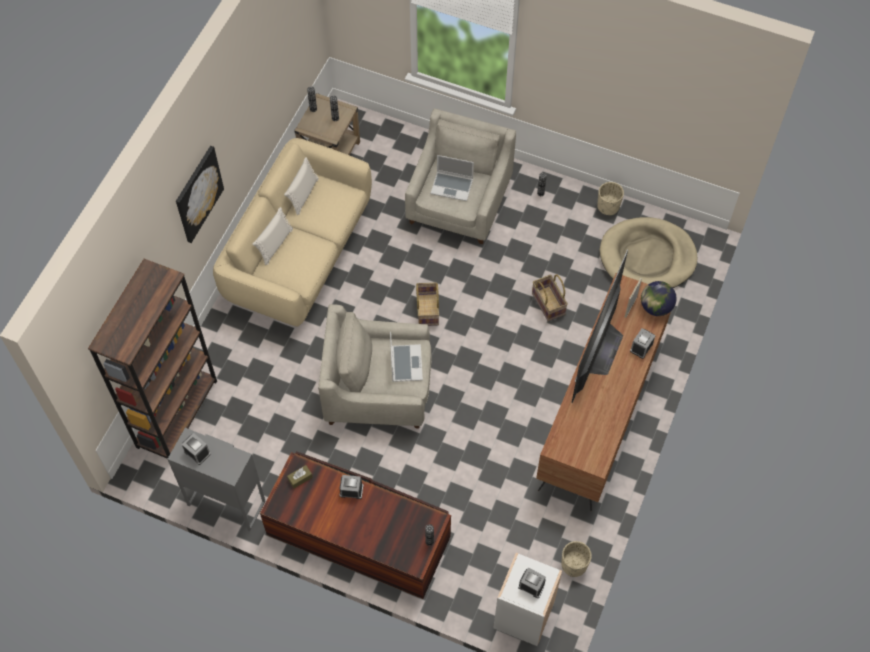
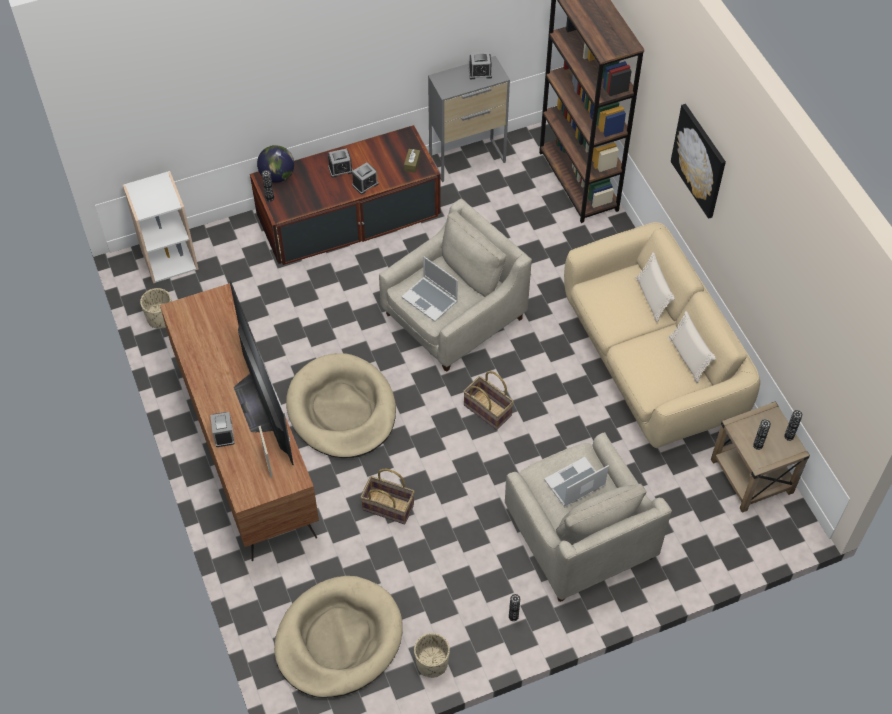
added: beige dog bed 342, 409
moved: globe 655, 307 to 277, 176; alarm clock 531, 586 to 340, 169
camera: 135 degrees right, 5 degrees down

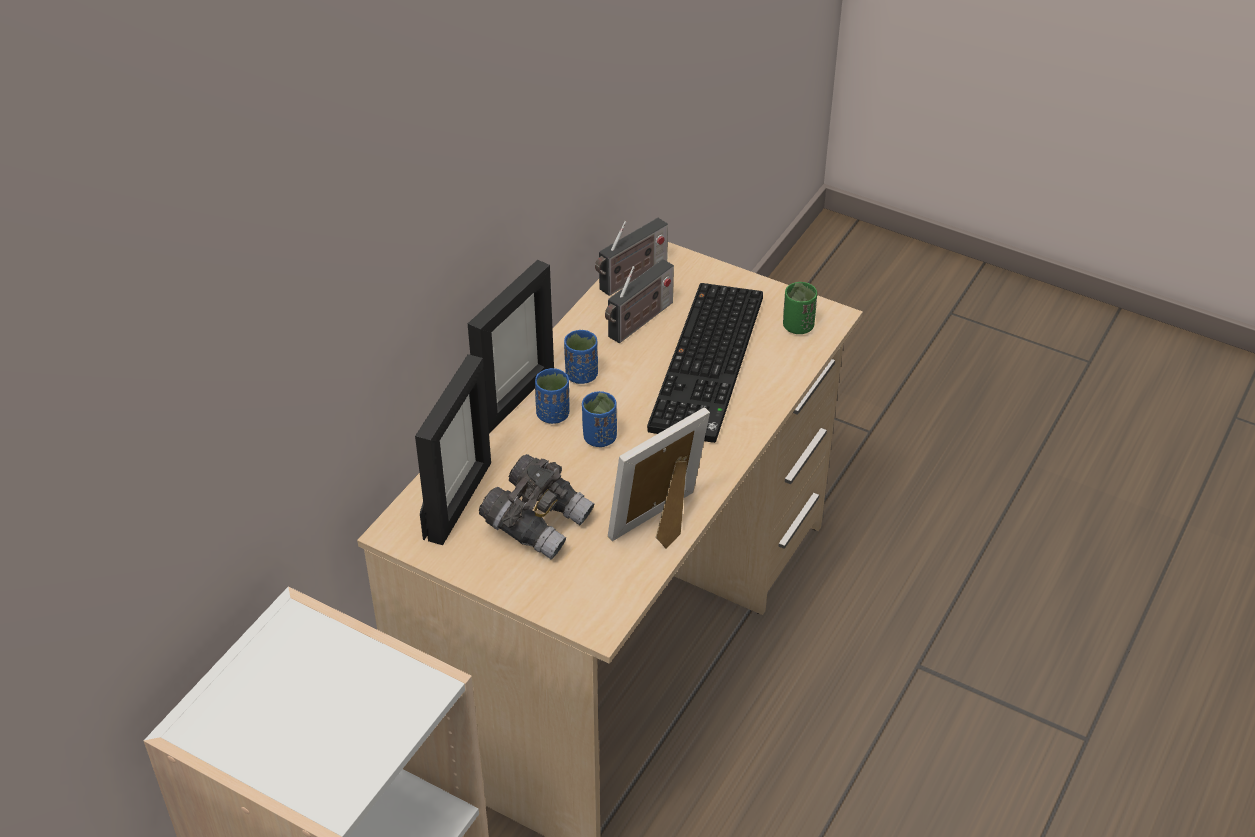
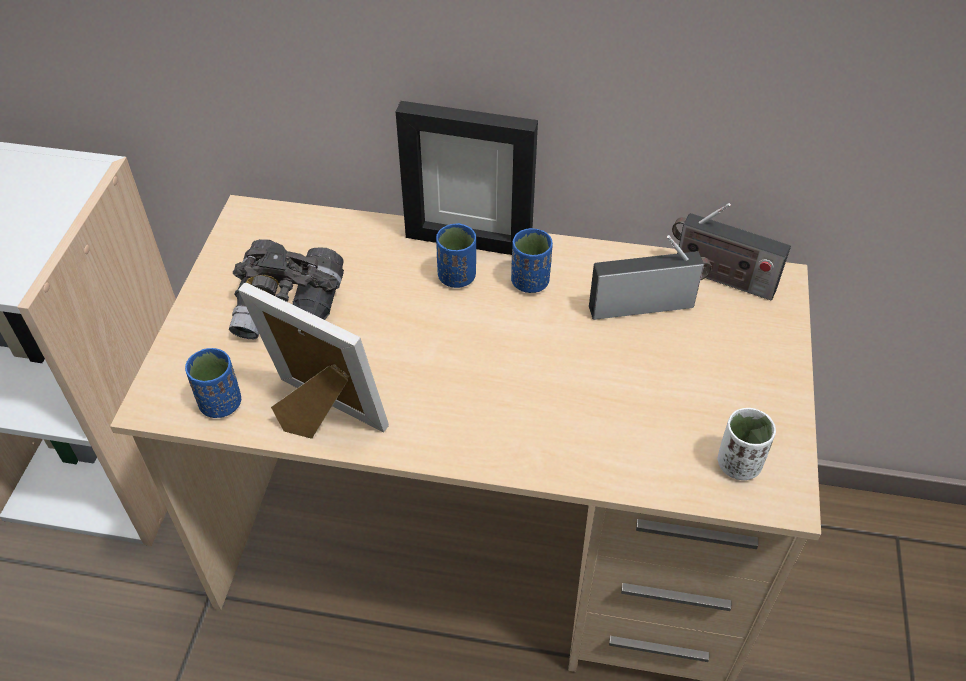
removed: keyboard 710, 365; picture frame 457, 500
moved: blue cup 599, 438 to 221, 403
recoloured: green cup 798, 326 to white cup 738, 464
turned: radio 639, 322 = 646, 305 150 degrees clockwise
camera: 70 degrees right, 5 degrees up

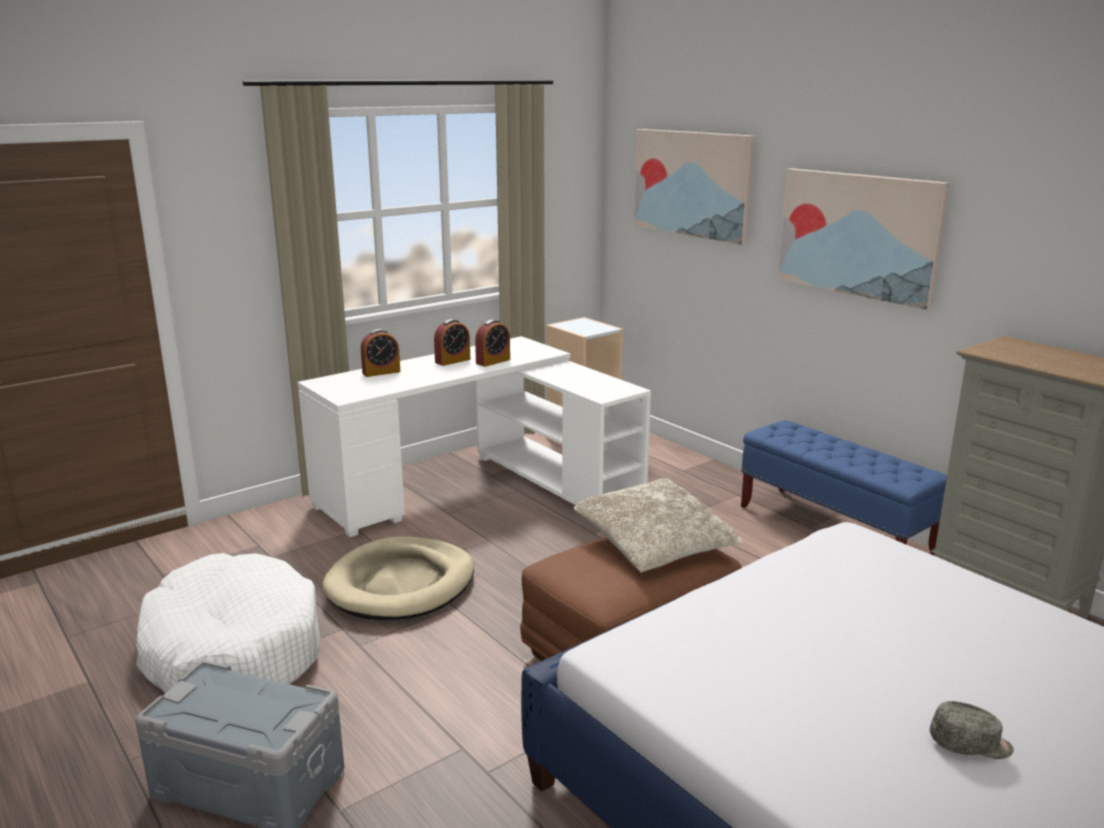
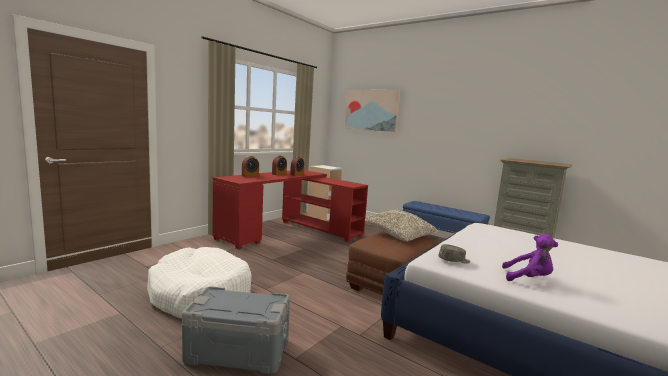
removed: picture 858, 235; beige dog bed 401, 584
added: purple plush toy 528, 279
moved: grey cap 970, 744 to 454, 260
recoloured: white desk 482, 489 to red desk 290, 231
camera: 15 degrees left, 10 degrees down

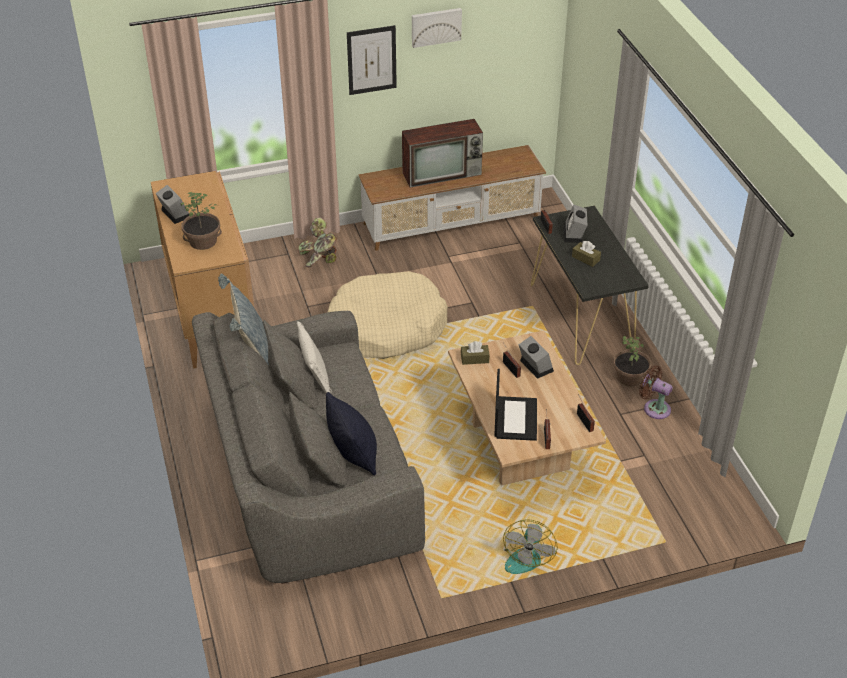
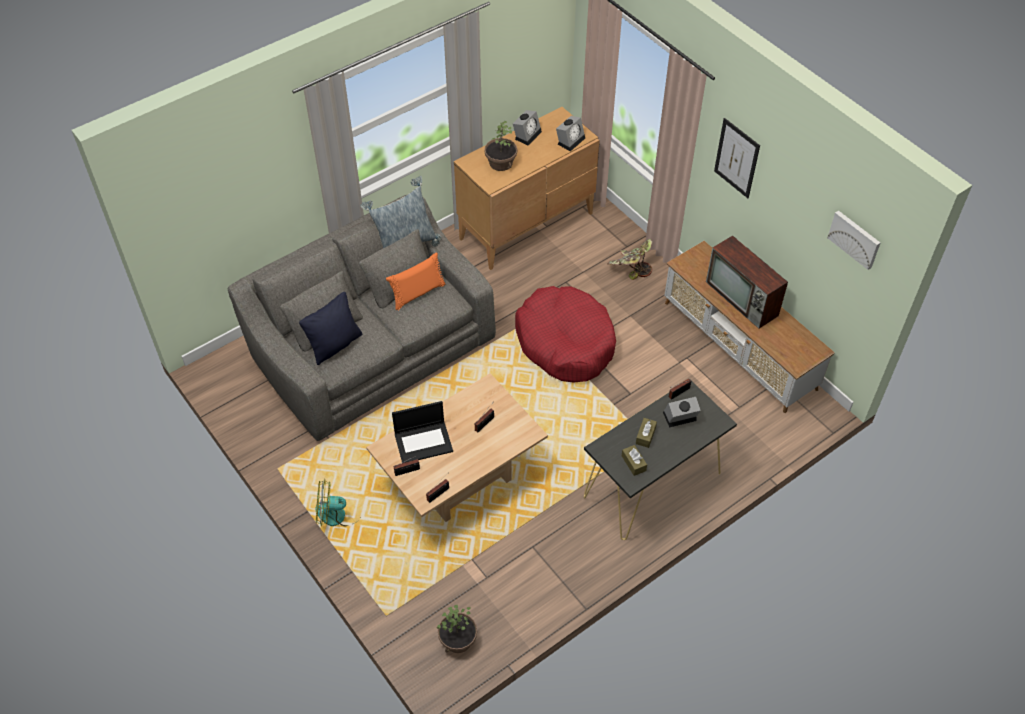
removed: brown fan 654, 408
moved: picture 436, 26 to 855, 239; alarm clock 534, 366 to 570, 140; potted plant 630, 377 to 458, 640; brown tissue box 474, 359 to 633, 463
recoloured: beige dog bed 386, 327 to red dog bed 565, 342; white pillow 314, 373 to orange pillow 417, 293
camera: 70 degrees right, 10 degrees up

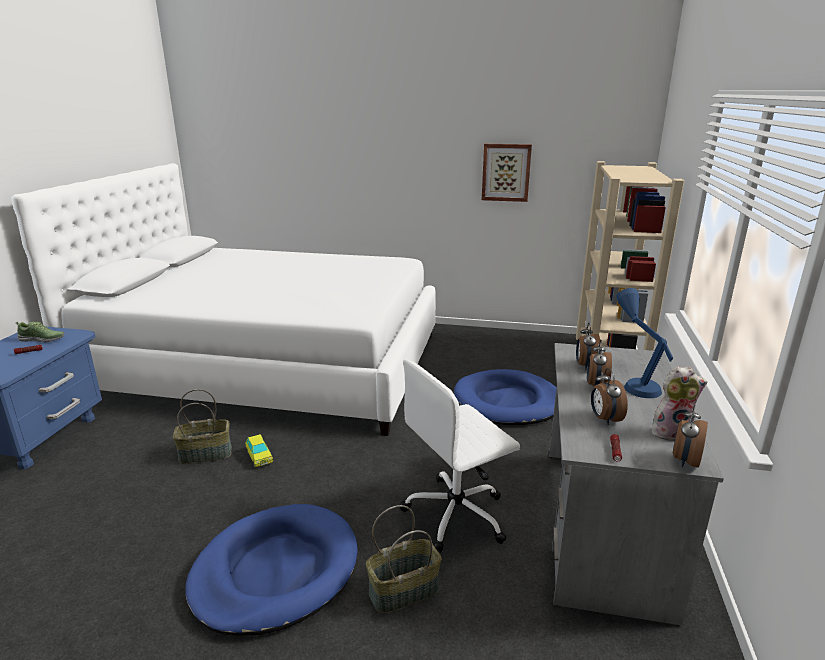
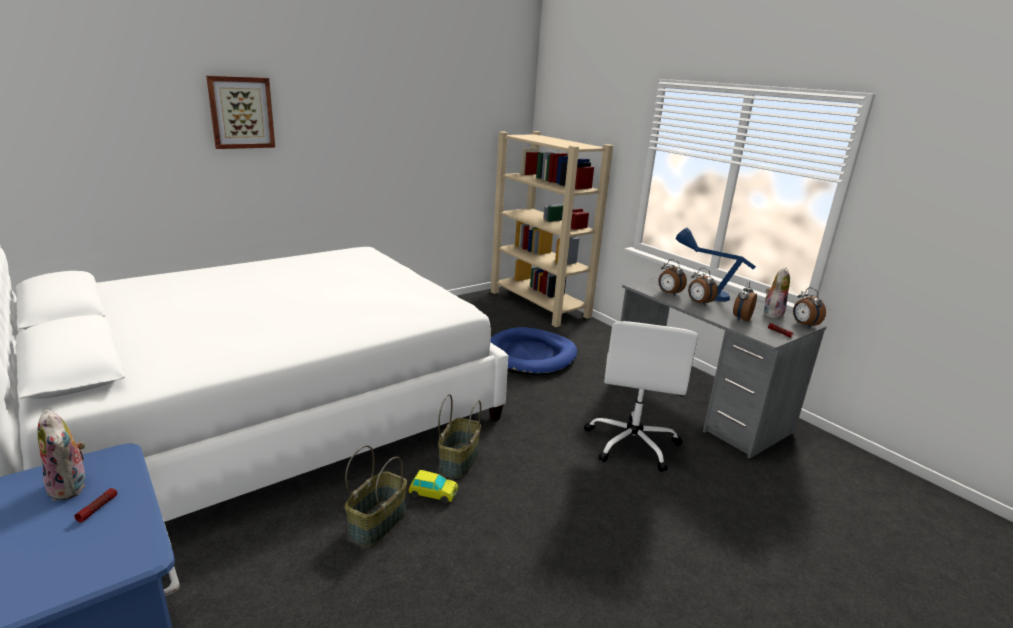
removed: blue dog bed 275, 571
moved: picture 506, 172 to 241, 112; basket 404, 590 to 458, 460
replaced: shoe 42, 339 to plush toy 71, 487
turned: alarm clock 604, 419 = 741, 319 90 degrees clockwise
camera: 50 degrees left, 0 degrees up

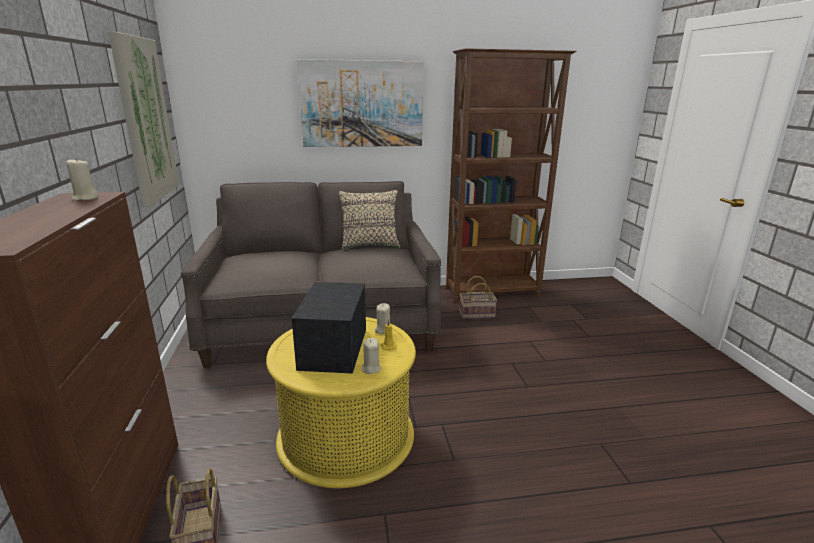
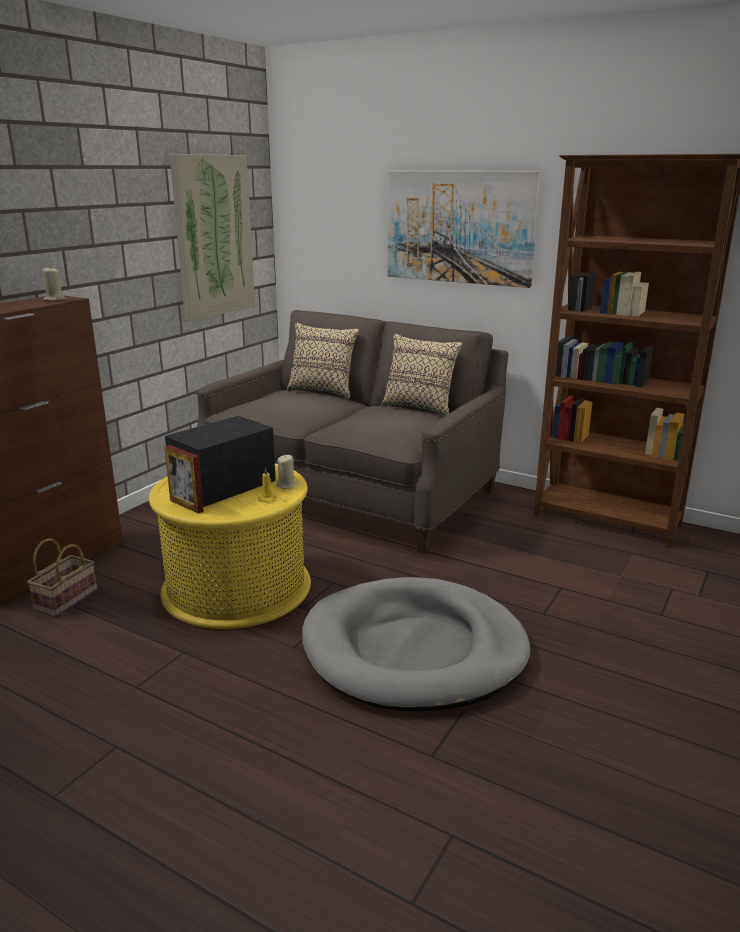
removed: basket 477, 314; beige candle 371, 368
added: beige pillow 322, 392; picture frame 186, 506; grey dog bed 414, 650
camera: 40 degrees right, 0 degrees up

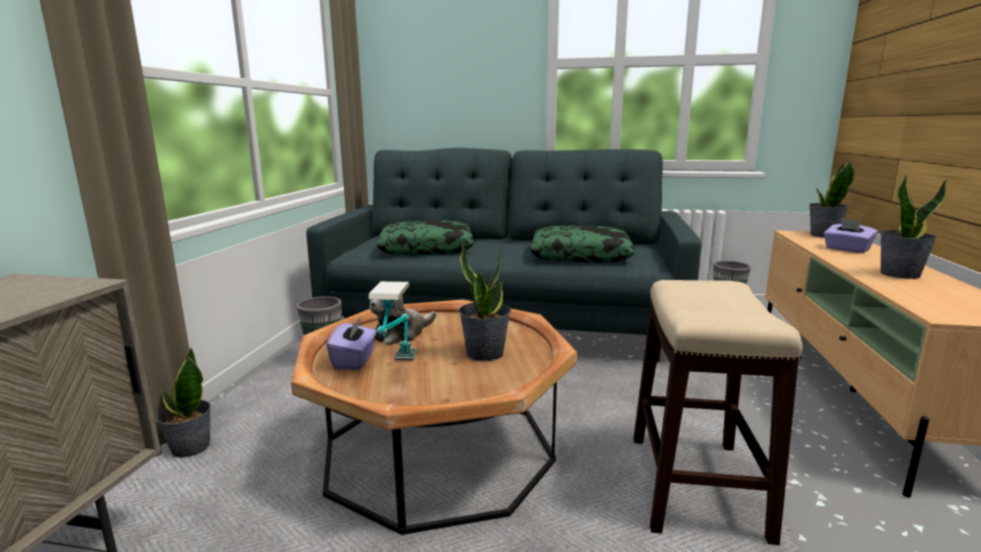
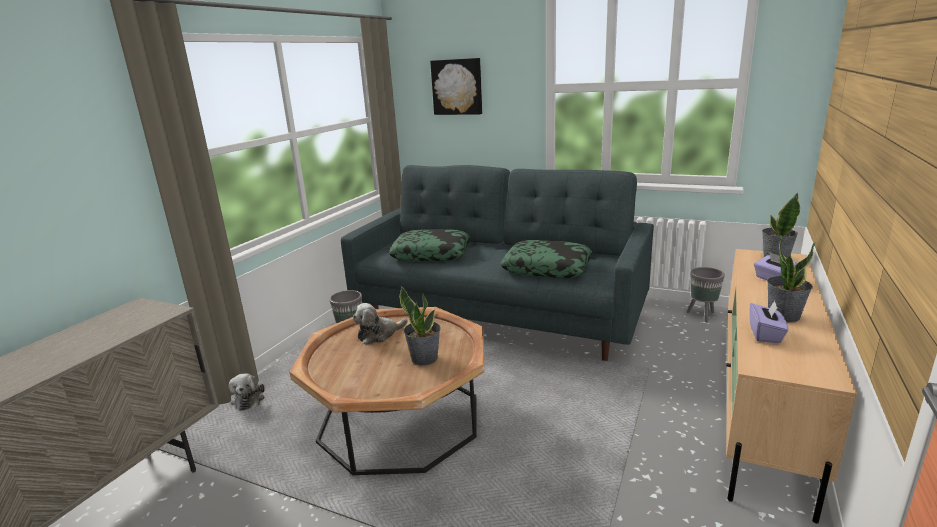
removed: stool 695, 484; table lamp 398, 370
added: picture 457, 87
moved: purple tissue box 354, 360 to 765, 334
replaced: potted plant 190, 449 to plush toy 248, 399
camera: 15 degrees right, 5 degrees up

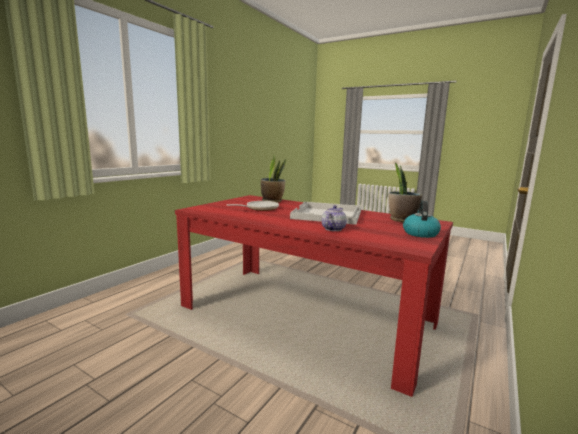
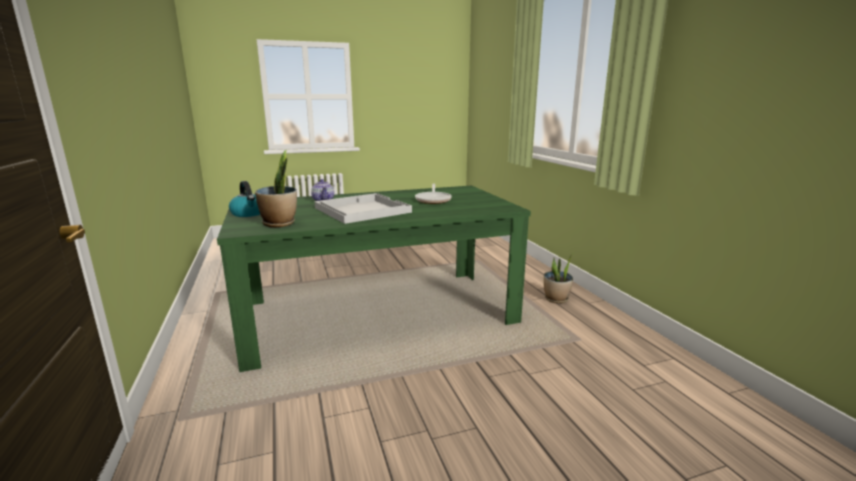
moved: potted plant 272, 201 to 556, 299
recoloured: red dining table 305, 314 to green dining table 378, 314
camera: 130 degrees right, 5 degrees up

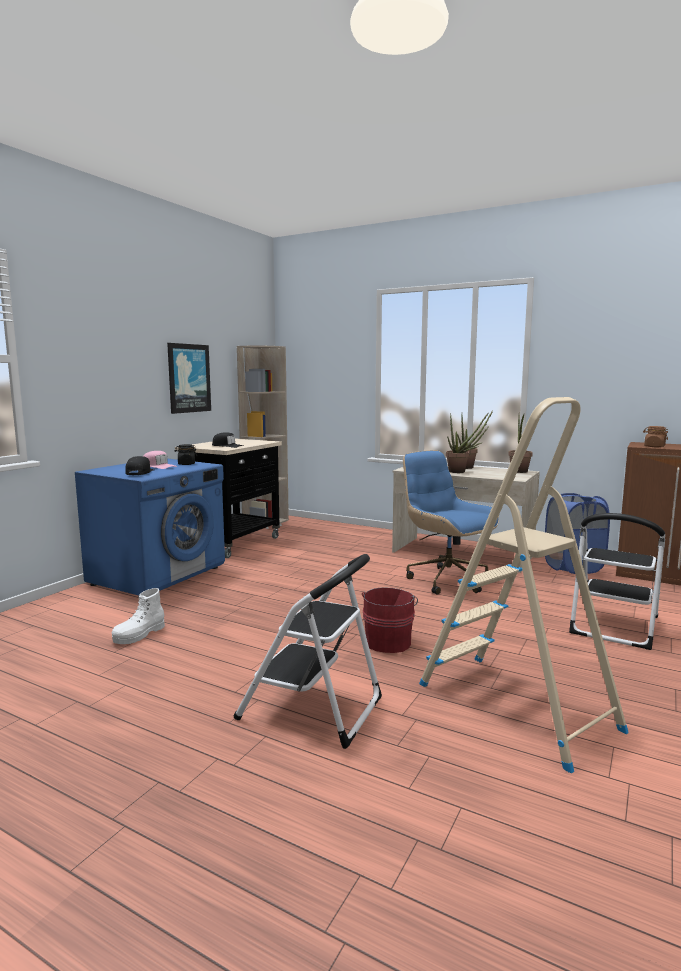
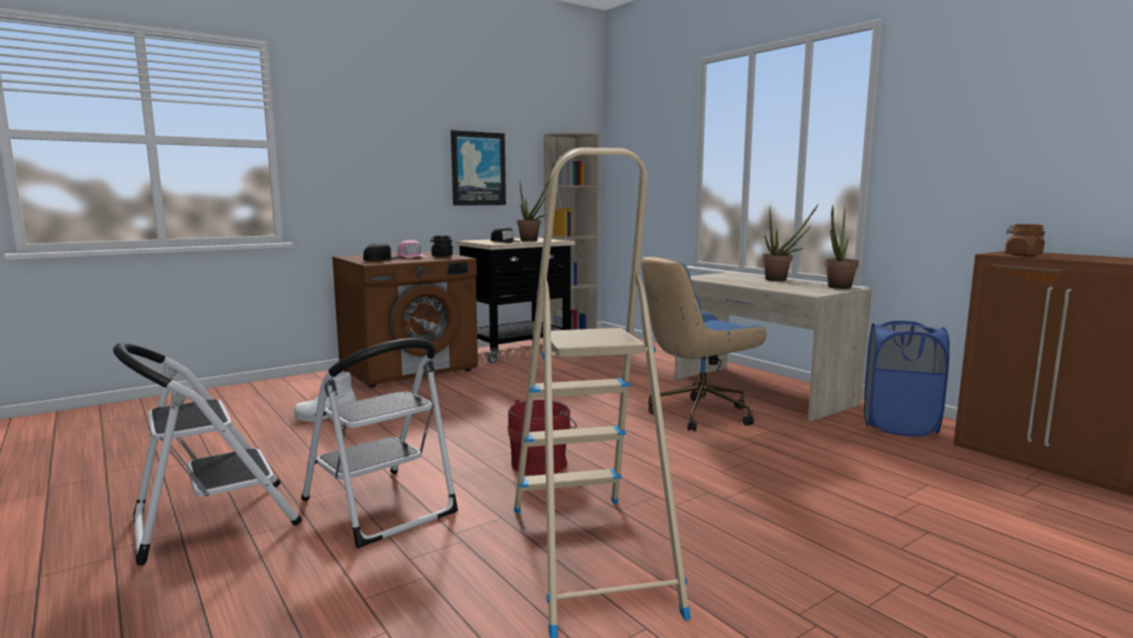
moved: potted plant 460, 472 to 532, 241; step ladder 613, 626 to 210, 522
recoloured: blue washing machine 160, 576 to brown washing machine 410, 371
turned: blue office chair 446, 580 = 698, 415 105 degrees counterclockwise
camera: 25 degrees right, 0 degrees up

